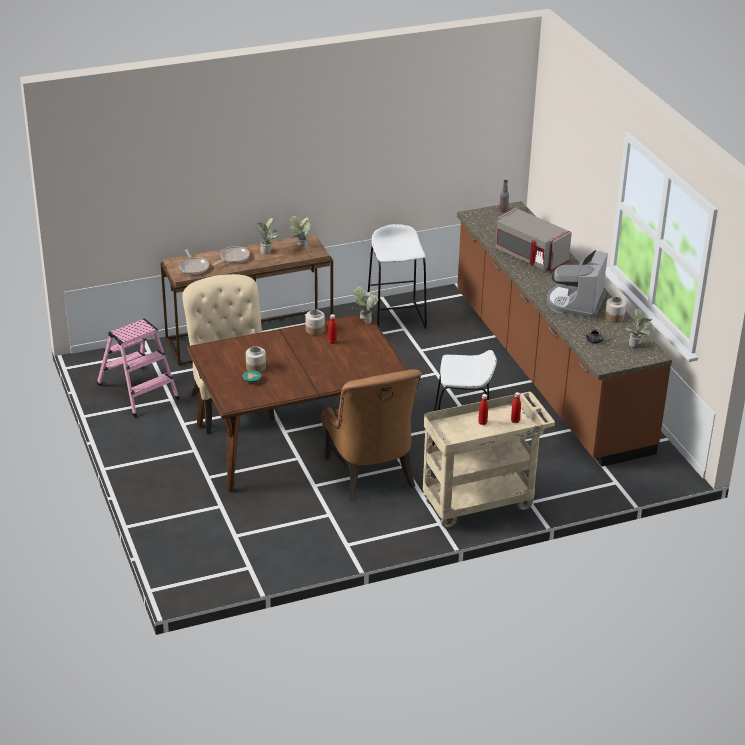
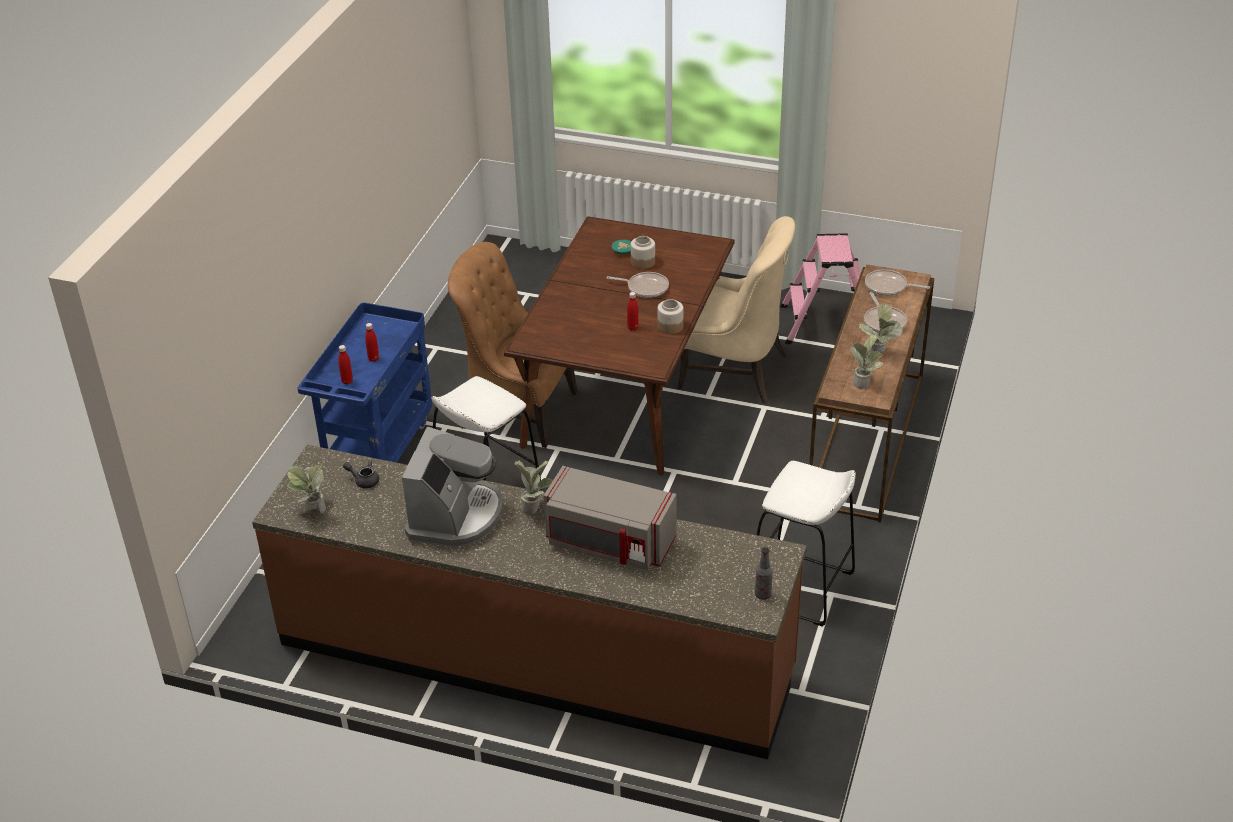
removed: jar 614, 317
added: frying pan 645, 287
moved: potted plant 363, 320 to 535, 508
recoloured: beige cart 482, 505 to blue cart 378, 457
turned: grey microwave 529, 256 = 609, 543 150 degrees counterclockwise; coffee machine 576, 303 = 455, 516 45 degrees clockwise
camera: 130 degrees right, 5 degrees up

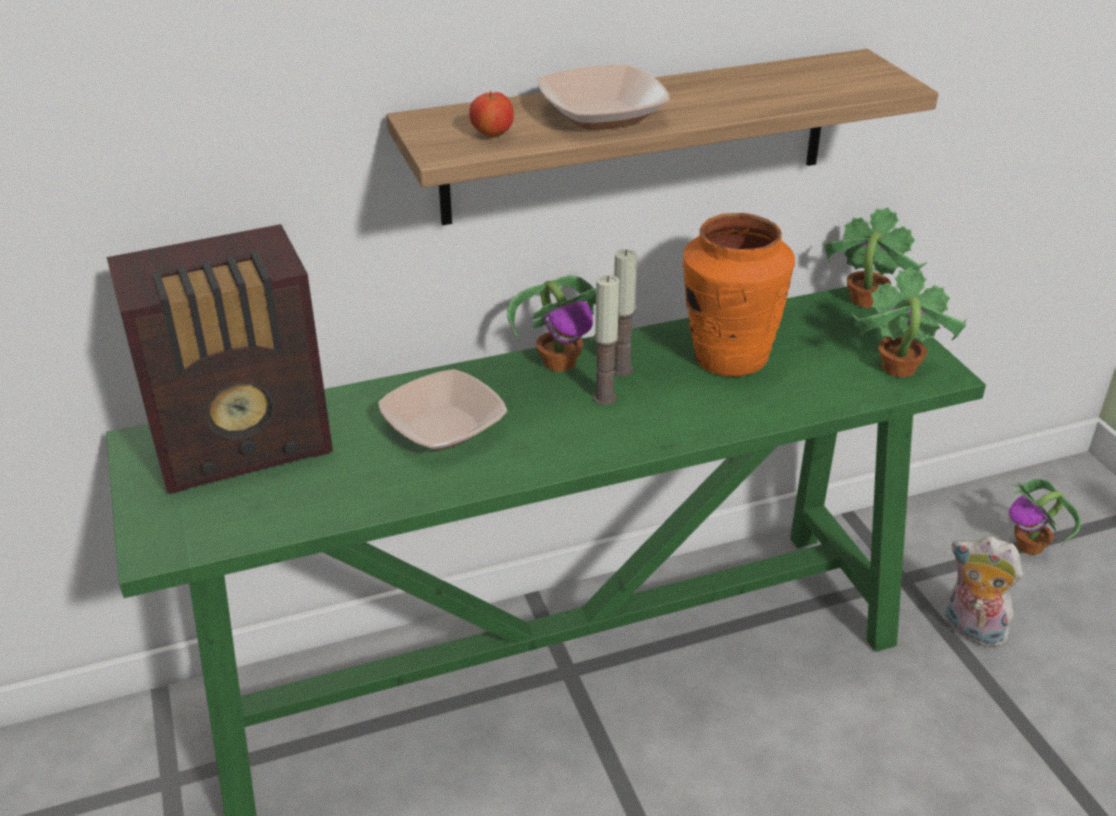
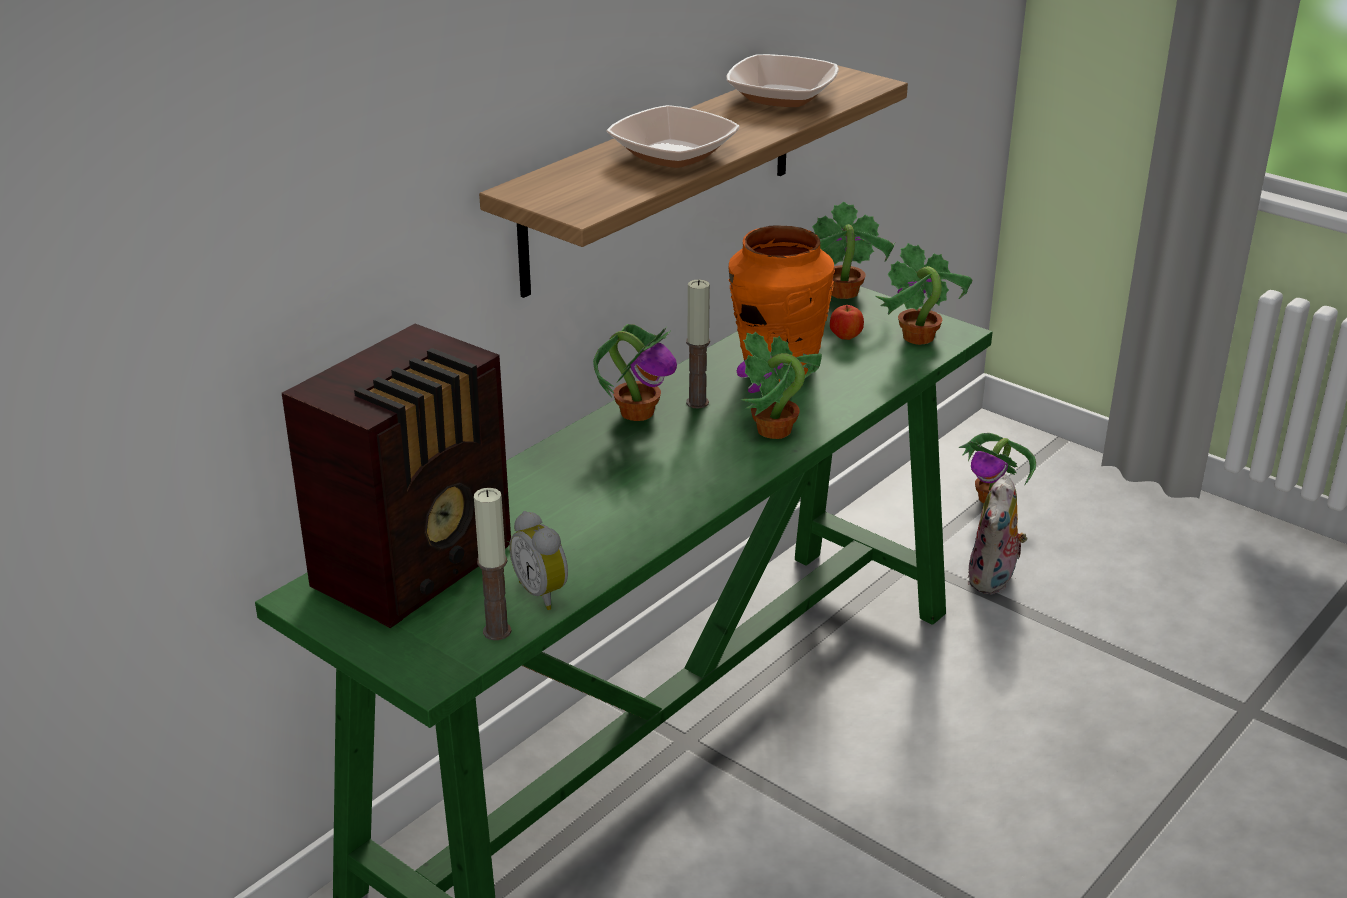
added: potted plant 774, 431; alarm clock 544, 593
moved: apple 492, 135 to 845, 337; candle 604, 398 to 497, 631; bowl 443, 427 to 781, 96
turned: plush toy 970, 630 = 993, 580 75 degrees counterclockwise
camera: 30 degrees left, 5 degrees down

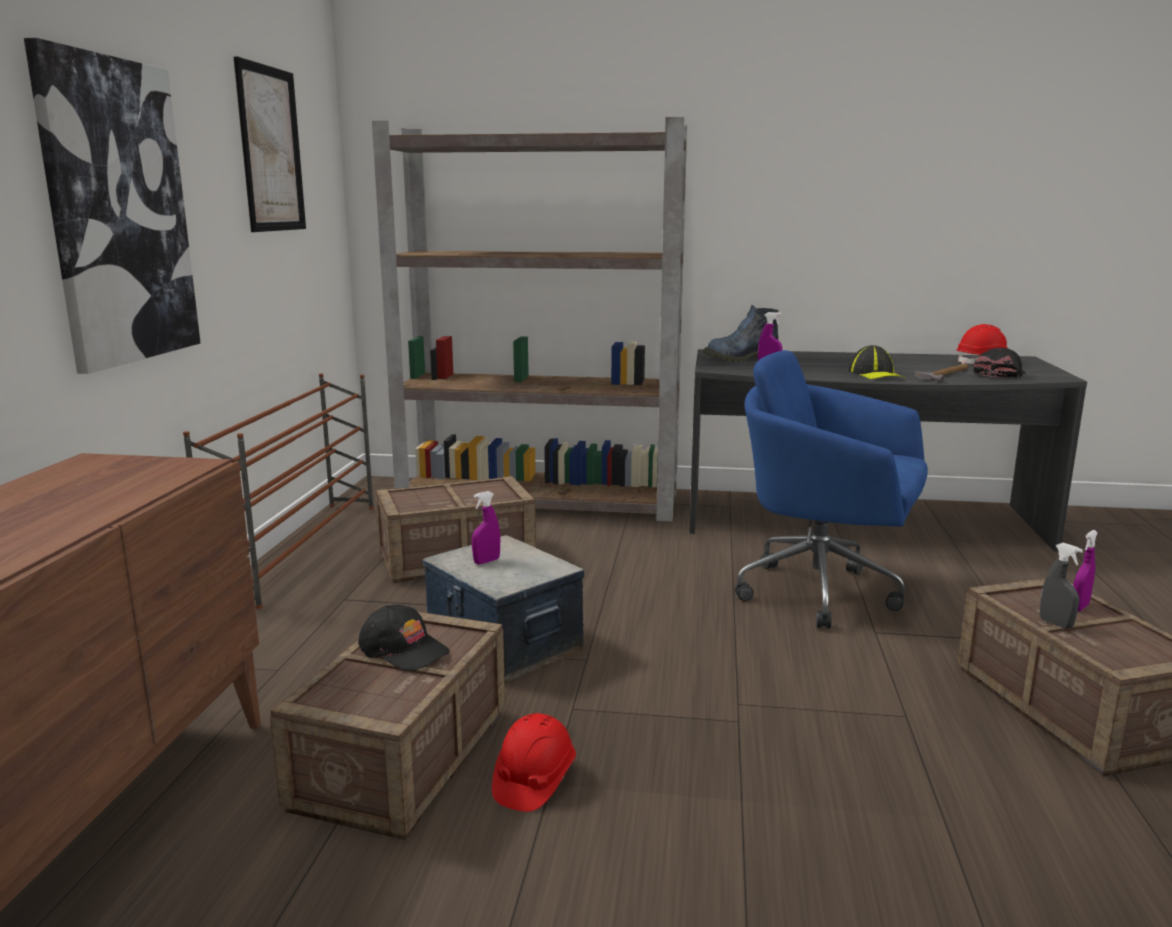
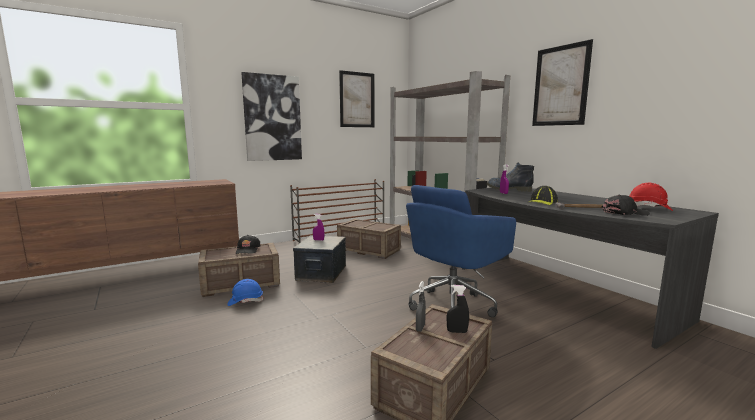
added: picture 560, 86
recoloured: purple spray bottle 1079, 607 to black spray bottle 457, 331; red hard hat 533, 780 to blue hard hat 245, 301
turned: blue office chair 825, 595 = 454, 305 120 degrees counterclockwise
camera: 50 degrees right, 5 degrees down

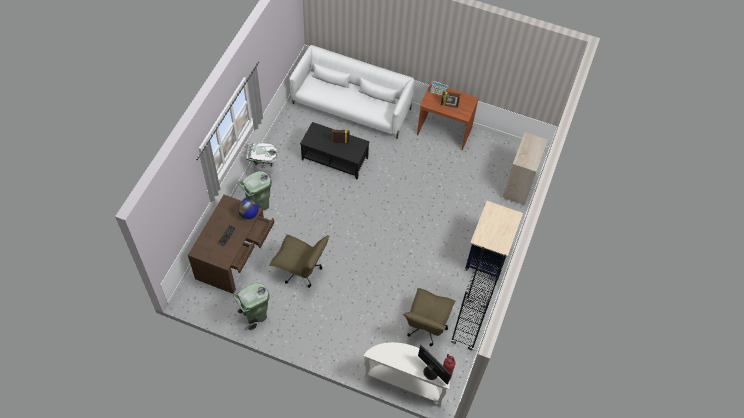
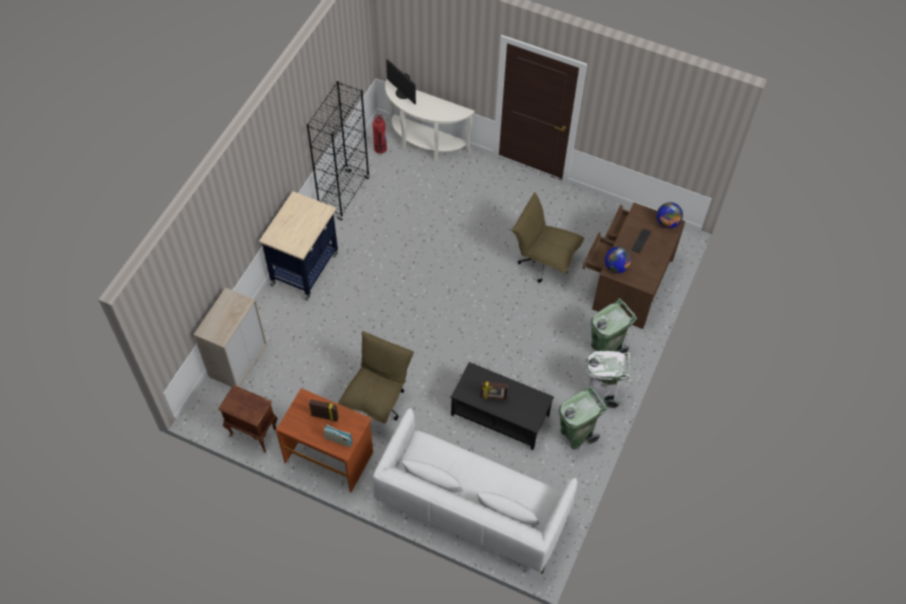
added: globe 667, 223; brown nightstand 253, 433
moved: green trash can 254, 315 to 576, 434; beige office chair 426, 326 to 377, 402
camera: 175 degrees left, 0 degrees up

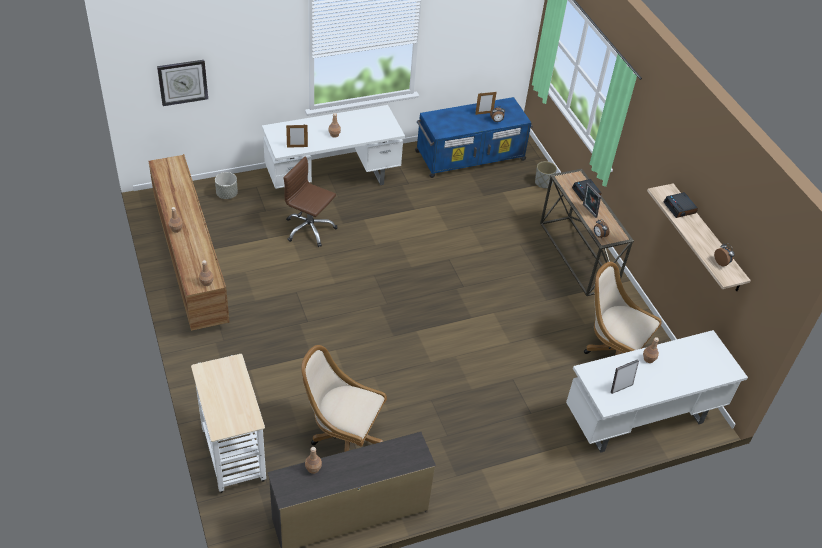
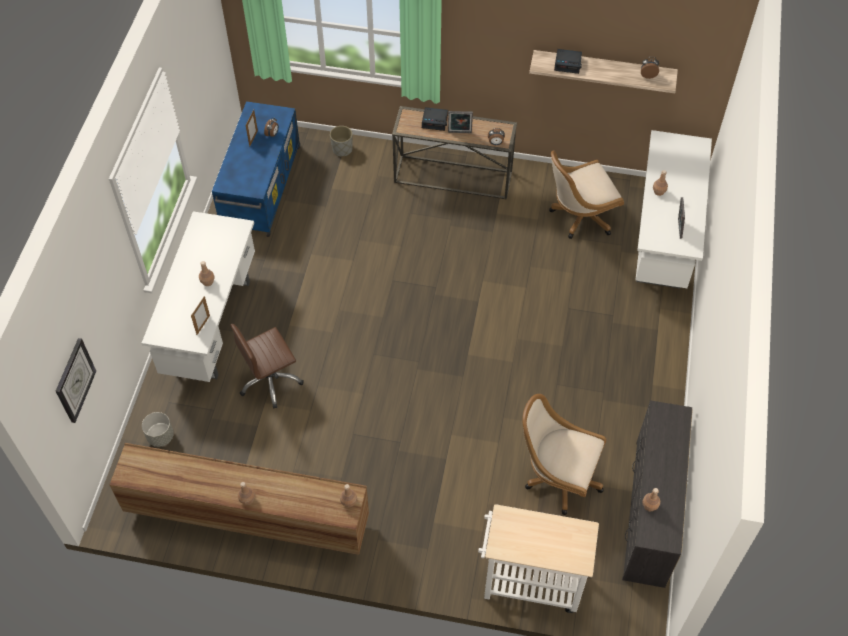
turned: office chair 343, 434 = 557, 476 60 degrees clockwise
camera: 55 degrees left, 10 degrees up

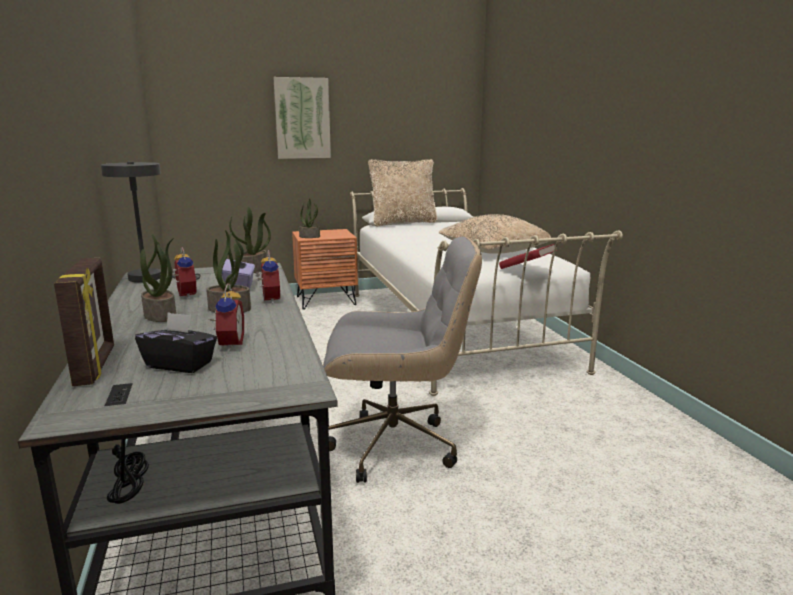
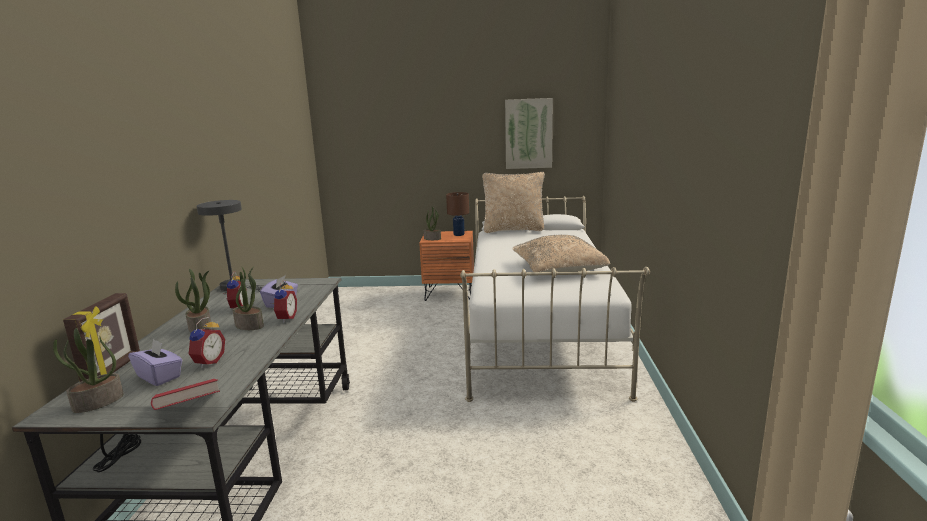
removed: grey office chair 397, 447
added: brown table lamp 458, 234
moved: picture 302, 118 to 528, 133; potted plant 253, 270 to 98, 403; red book 526, 268 to 189, 411
recoloured: black tissue box 180, 364 to purple tissue box 159, 376
camera: 20 degrees right, 0 degrees up

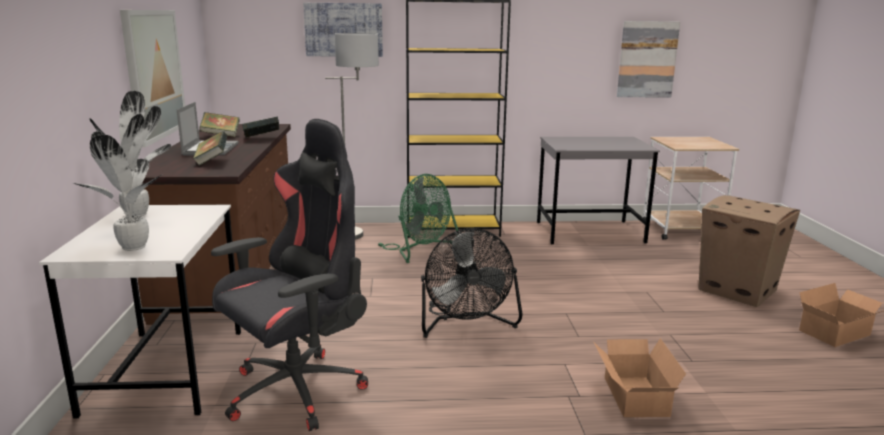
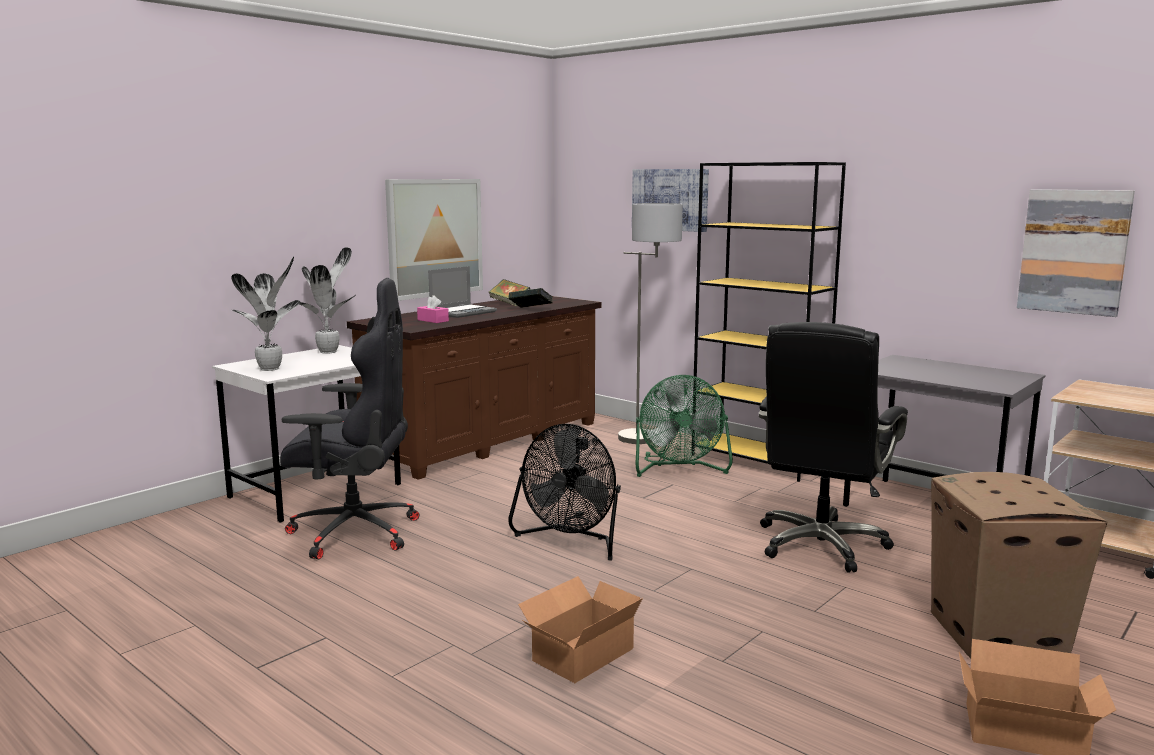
added: black office chair 821, 543
replaced: book 212, 161 to pink tissue box 433, 320
camera: 45 degrees right, 5 degrees down

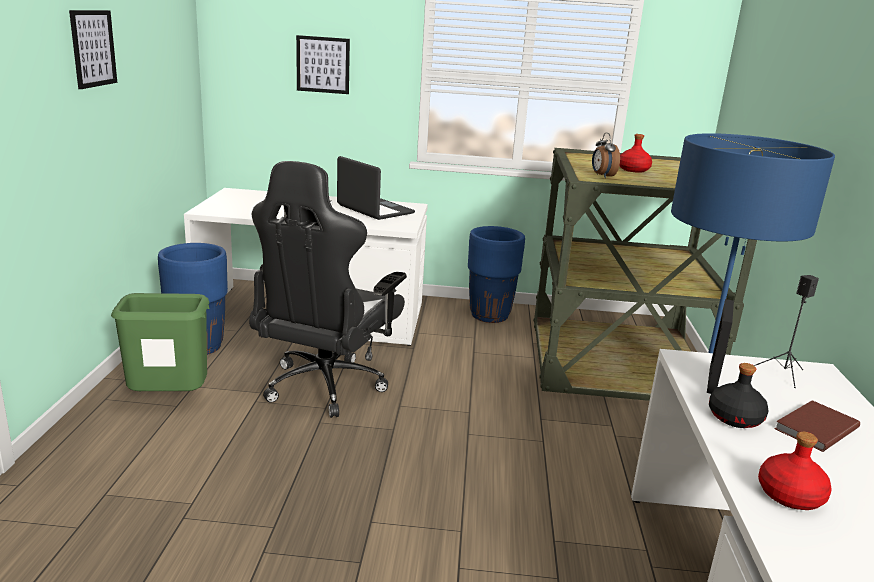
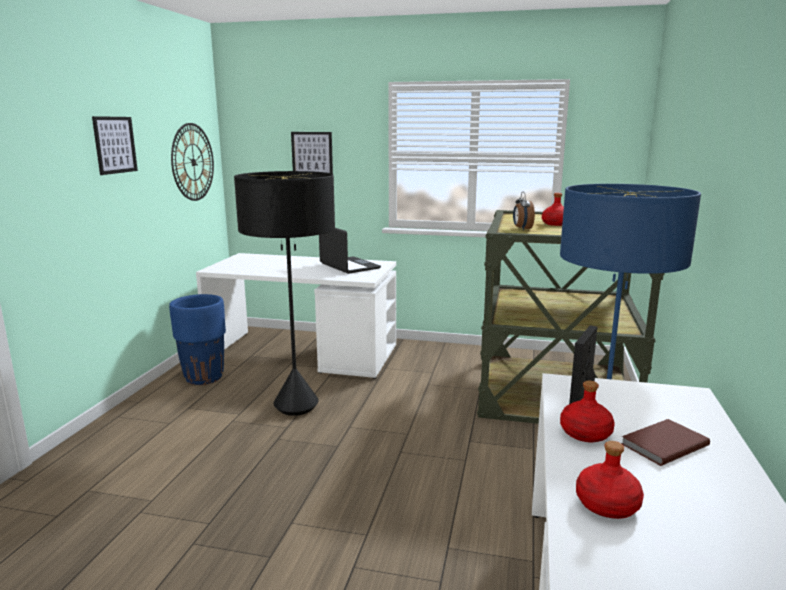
removed: blue planter 489, 315; black speaker 784, 374; green trash can 170, 400
added: wall clock 193, 162
replaced: black office chair 328, 383 to black floor lamp 296, 407
recoloured: black bottle 735, 418 to red bottle 586, 434
camera: 10 degrees right, 5 degrees down

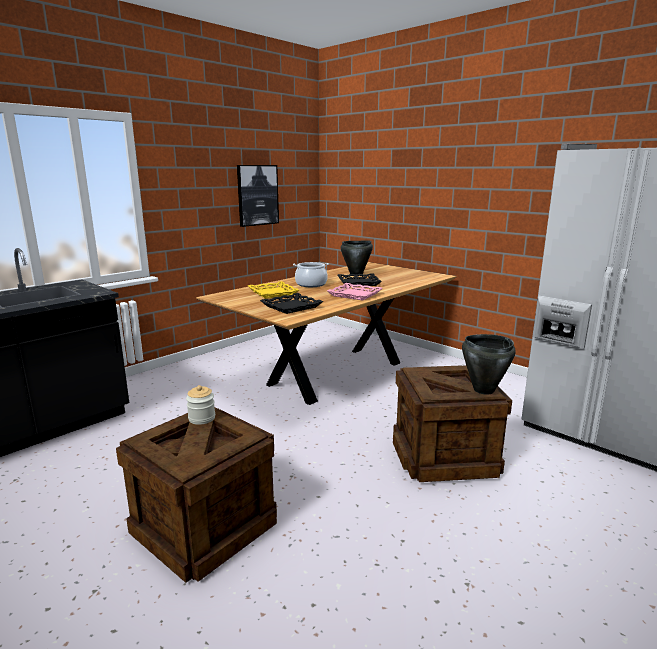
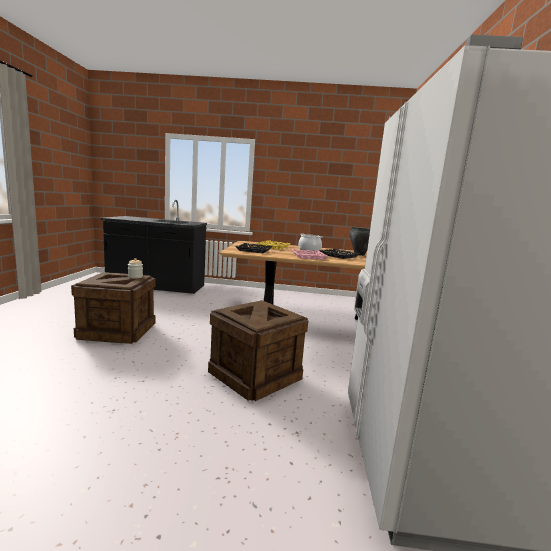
removed: picture 257, 195; black cooking pot 483, 390
camera: 50 degrees right, 5 degrees down

